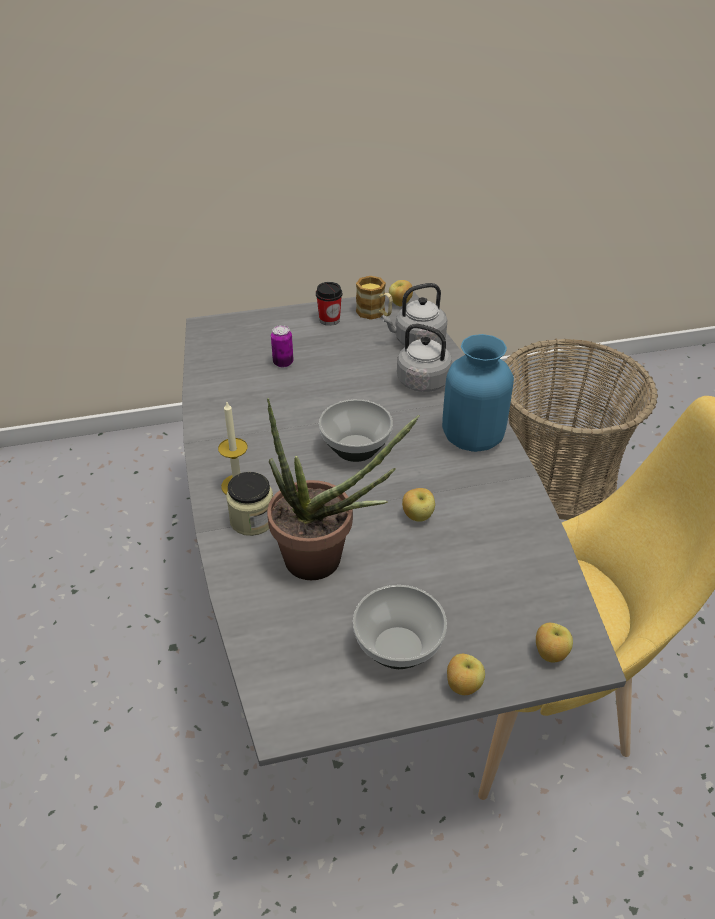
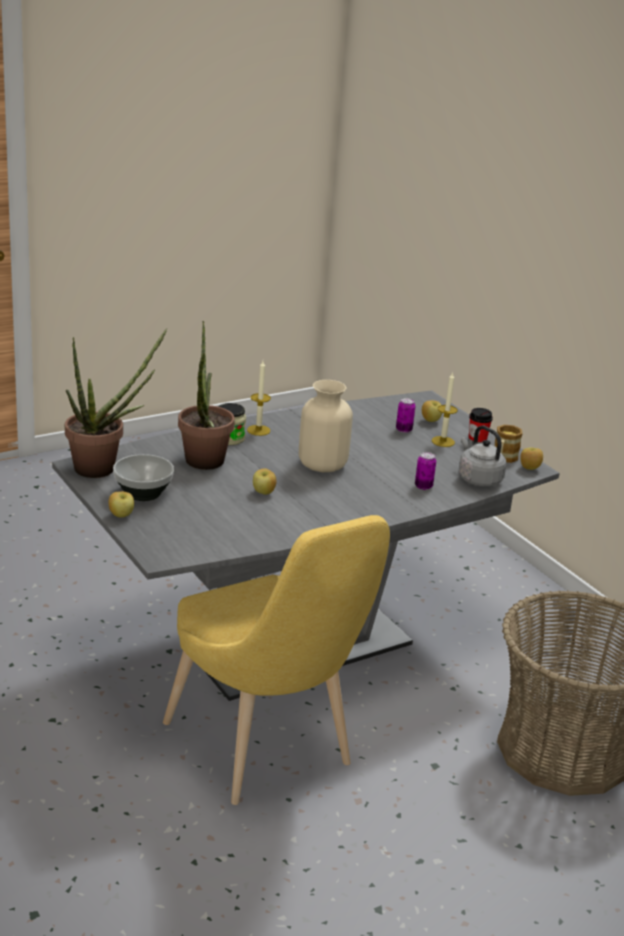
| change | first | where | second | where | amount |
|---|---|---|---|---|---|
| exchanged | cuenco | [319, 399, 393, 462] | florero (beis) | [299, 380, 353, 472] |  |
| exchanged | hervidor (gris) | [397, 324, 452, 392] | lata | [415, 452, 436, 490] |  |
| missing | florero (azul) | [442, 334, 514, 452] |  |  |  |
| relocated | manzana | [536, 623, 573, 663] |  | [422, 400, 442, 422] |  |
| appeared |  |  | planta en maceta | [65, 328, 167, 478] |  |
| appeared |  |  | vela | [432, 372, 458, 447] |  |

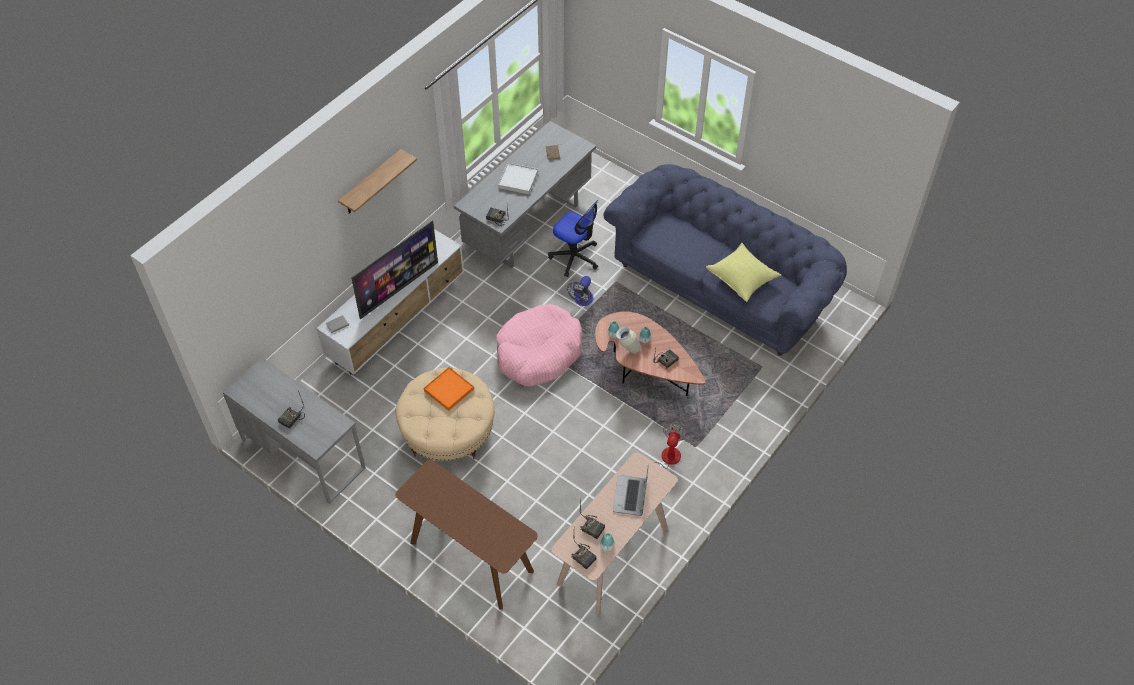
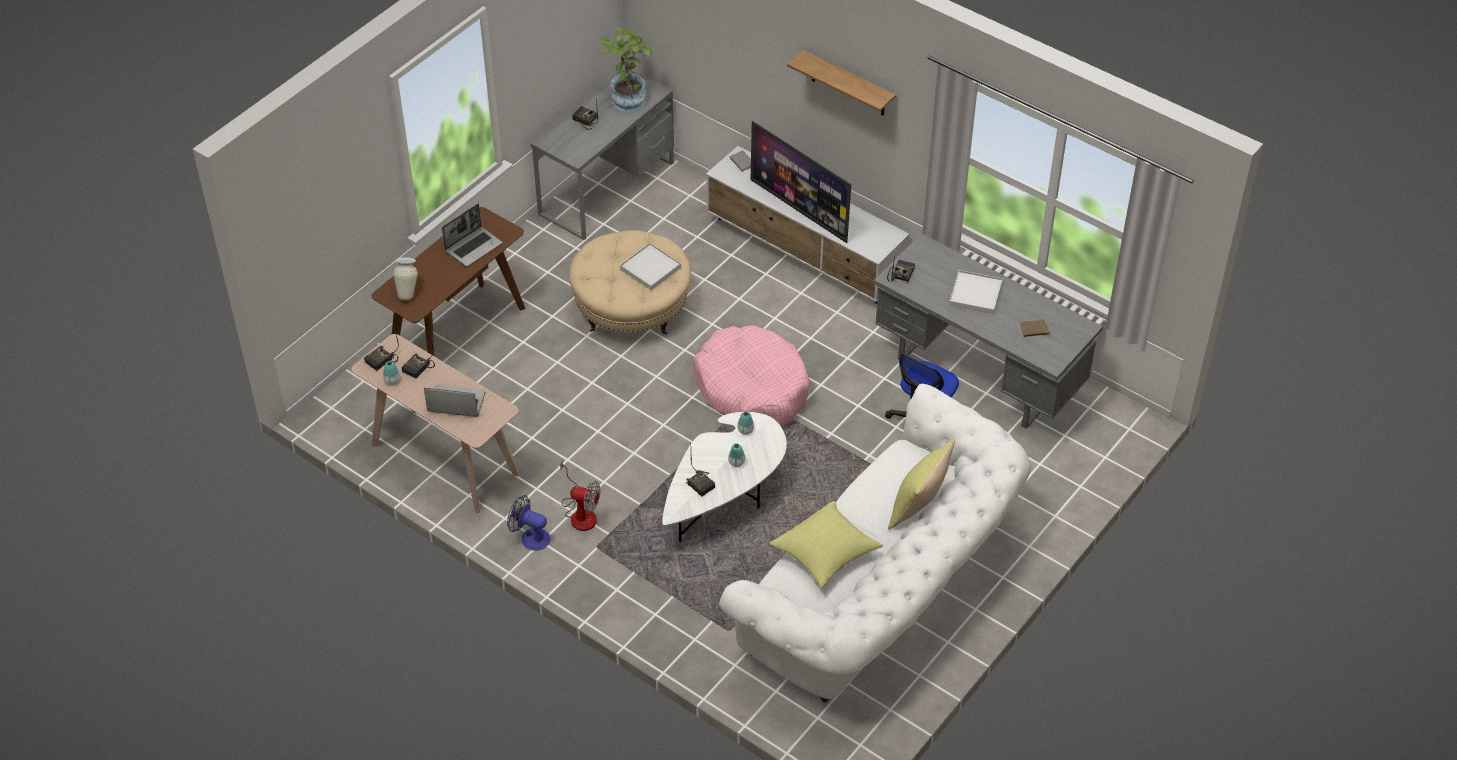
| change | first | where | second | where | amount |
|---|---|---|---|---|---|
| colour | bandeja (naranja) | [424, 367, 474, 411] | bandeja (blanco) | [620, 243, 681, 290] |  |
| relocated | ventilador | [567, 276, 594, 306] |  | [507, 495, 550, 550] |  |
| colour | mesa de centro (marrón) | [595, 311, 706, 396] | mesa de centro (blanco) | [662, 412, 787, 542] |  |
| colour | sofá (azul) | [604, 164, 847, 356] | sofá (blanco) | [719, 384, 1031, 703] |  |
| relocated | florero | [616, 326, 641, 354] |  | [393, 258, 418, 300] |  |
| appeared |  |  | portátil | [442, 204, 503, 267] |  |
| appeared |  |  | planta en maceta | [599, 27, 652, 112] |  |
| appeared |  |  | cojín (amarillo) | [888, 439, 955, 530] |  |

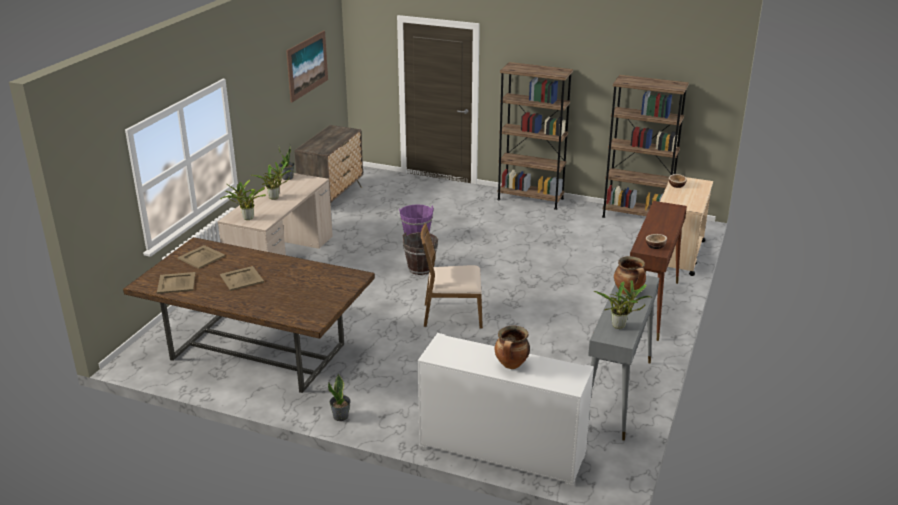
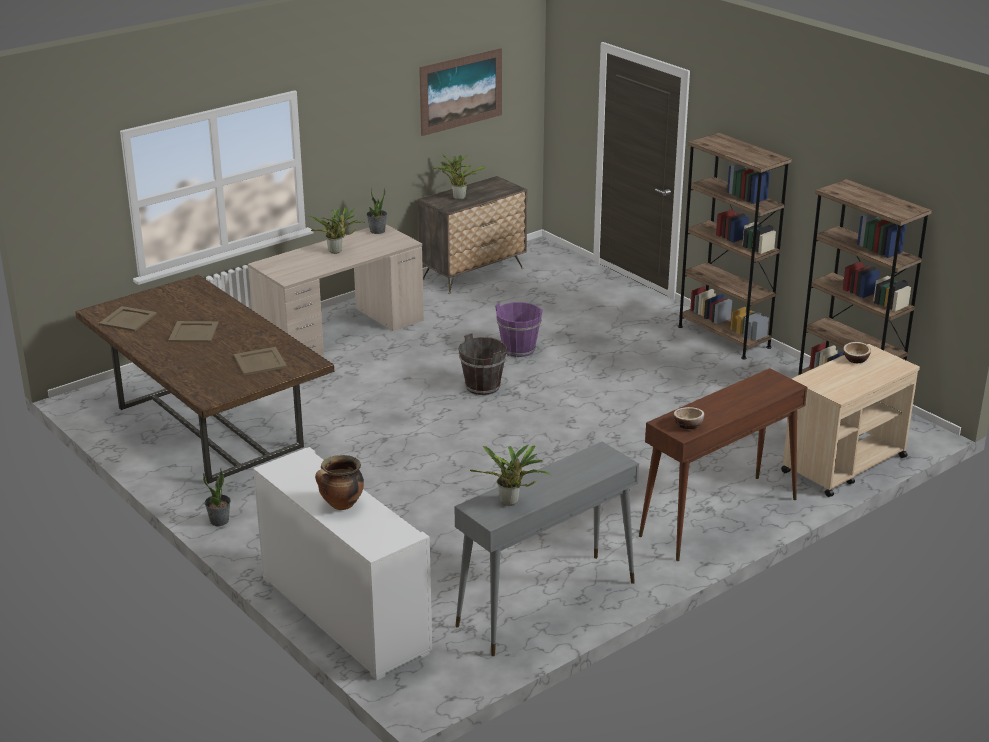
| change | first | where | second | where | amount |
|---|---|---|---|---|---|
| relocated | bandeja (beis) | [178, 245, 225, 269] |  | [234, 347, 287, 375] |  |
| relocated | planta en maceta | [220, 180, 266, 220] |  | [432, 153, 485, 200] |  |
| missing | silla (marrón) | [421, 223, 483, 328] |  |  |  |
| missing | olla | [614, 256, 646, 295] |  |  |  |

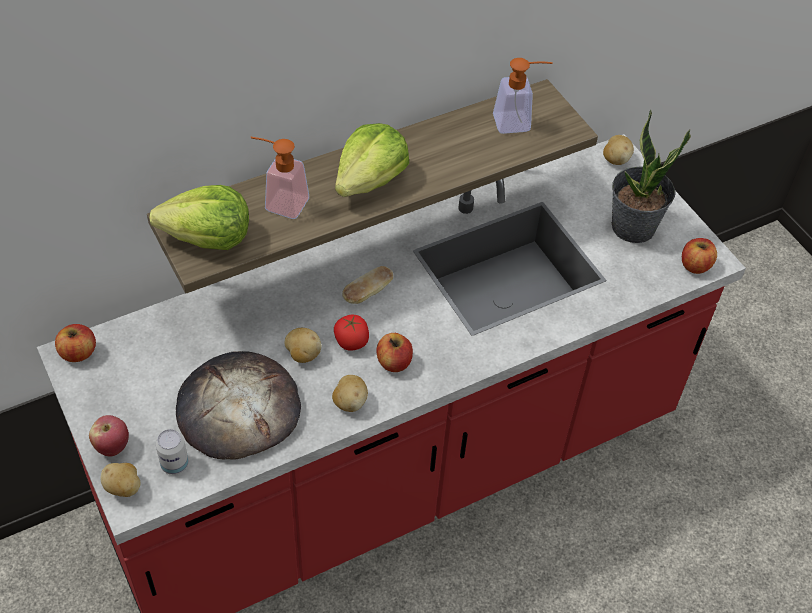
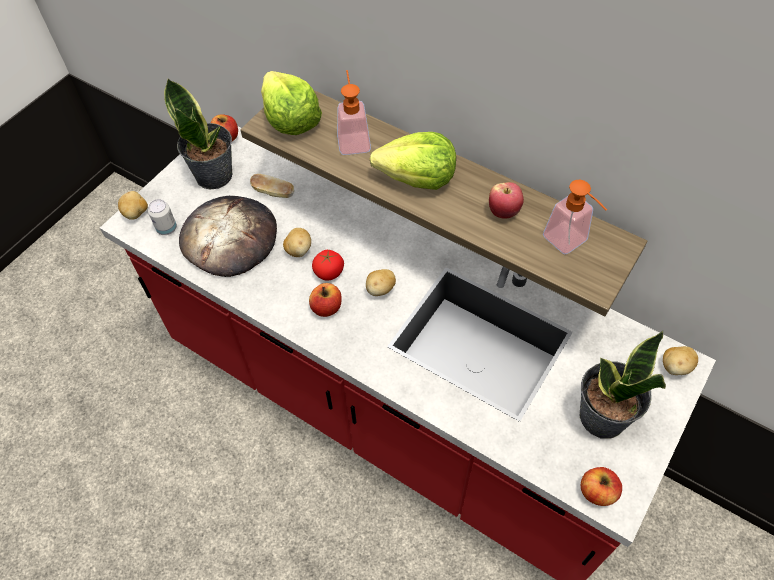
| change | first | where | second | where | amount |
|---|---|---|---|---|---|
| relocated | manzana | [89, 415, 129, 456] |  | [489, 182, 524, 219] |  |
| relocated | patata | [332, 375, 368, 412] |  | [366, 269, 396, 296] |  |
| relocated | pan | [342, 266, 394, 304] |  | [250, 174, 294, 198] |  |
| appeared |  |  | planta en maceta | [164, 78, 233, 189] |  |

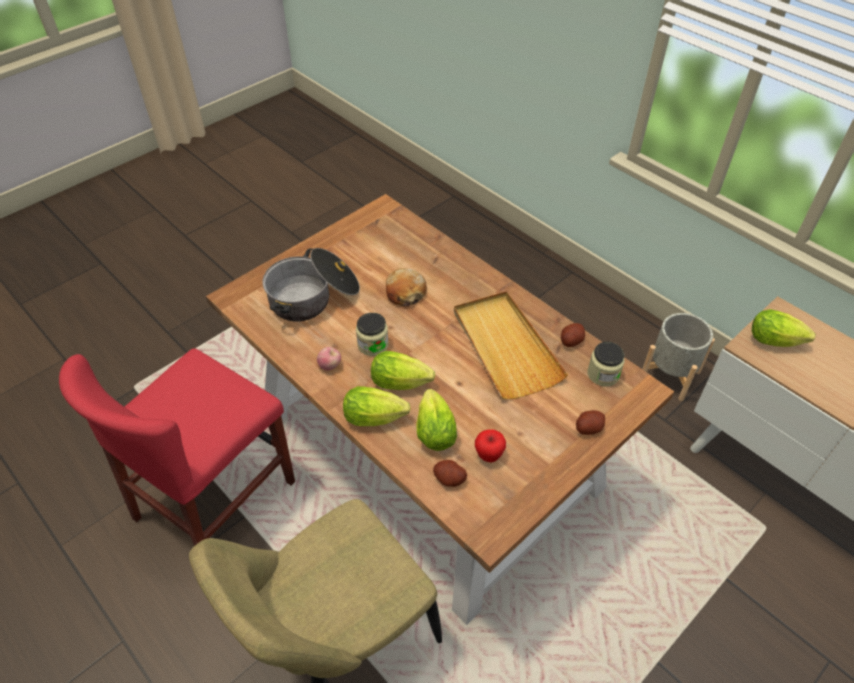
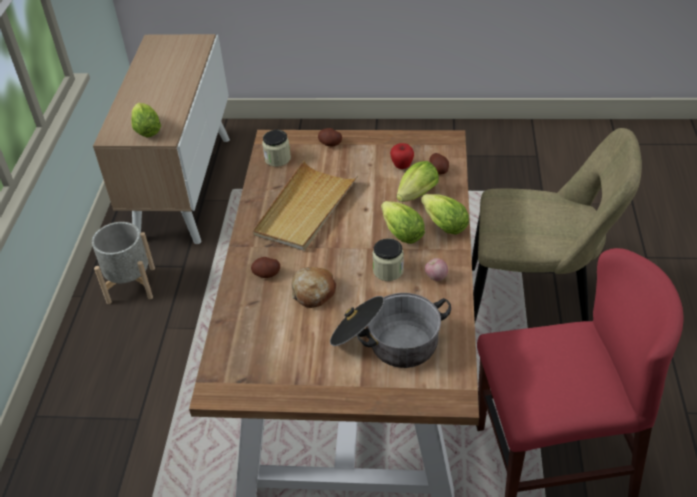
| change | first | where | second | where | amount |
|---|---|---|---|---|---|
| relocated | patata | [561, 323, 585, 347] |  | [251, 257, 280, 278] |  |

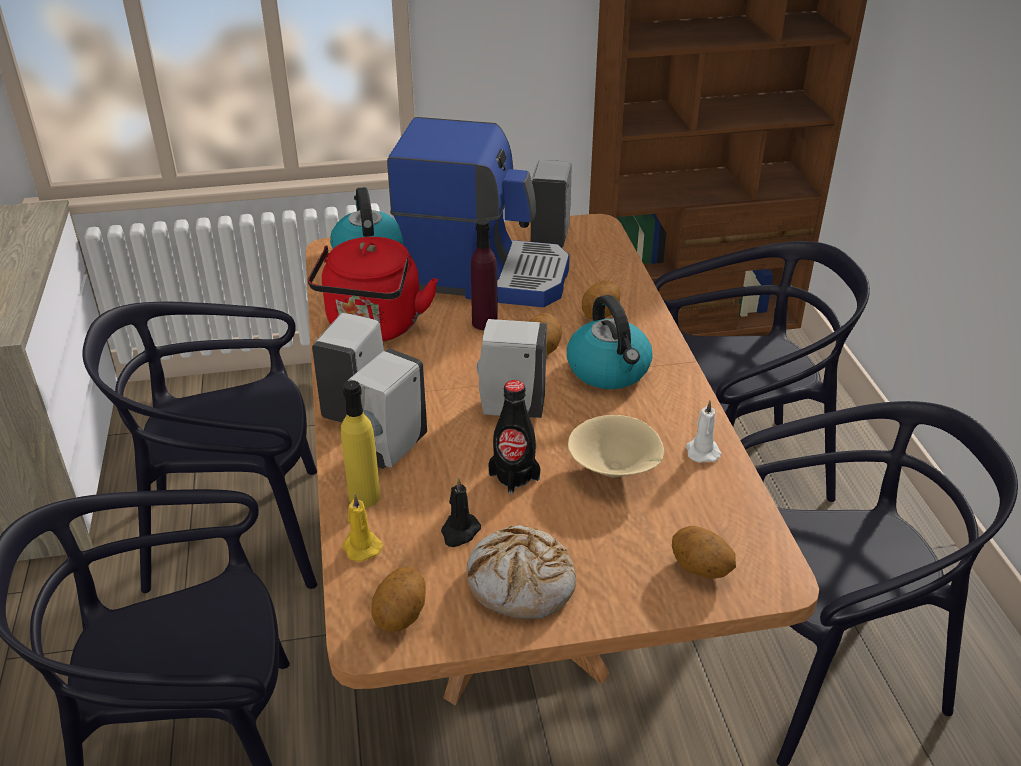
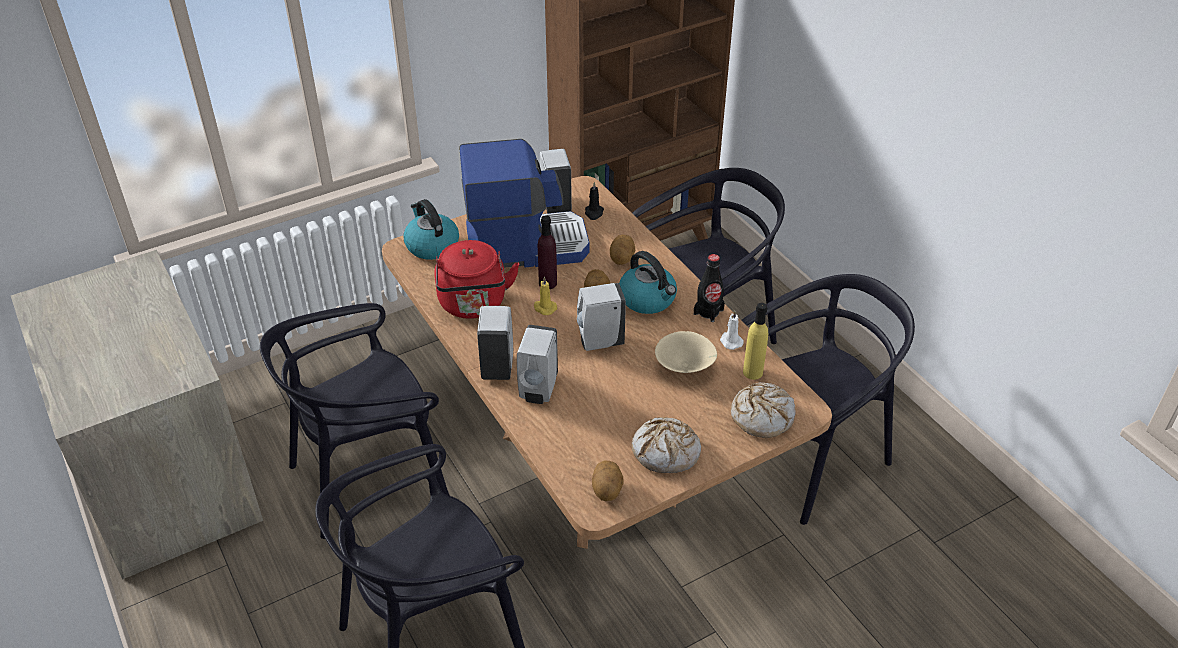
| change | first | where | second | where | amount |
|---|---|---|---|---|---|
| relocated | botella (amarillo) | [341, 380, 380, 508] |  | [743, 303, 768, 380] |  |
| relocated | vela (amarillo) | [342, 494, 382, 562] |  | [534, 277, 557, 315] |  |
| relocated | vela (negro) | [441, 477, 481, 547] |  | [585, 182, 604, 220] |  |
| relocated | botella (negro) | [488, 380, 540, 494] |  | [694, 254, 725, 322] |  |
| exchanged | patata | [672, 526, 736, 579] | pan | [731, 383, 796, 438] |  |

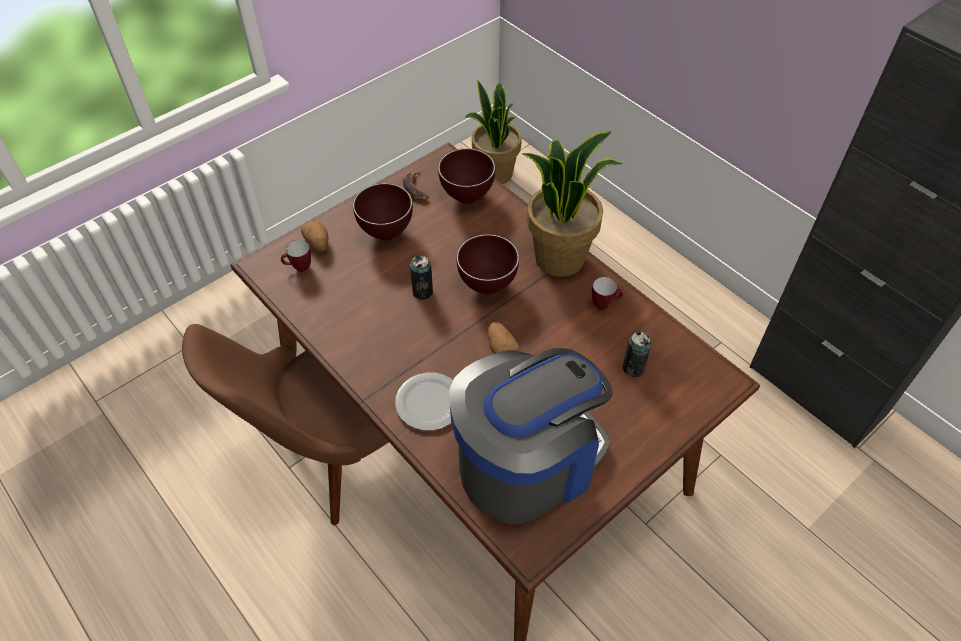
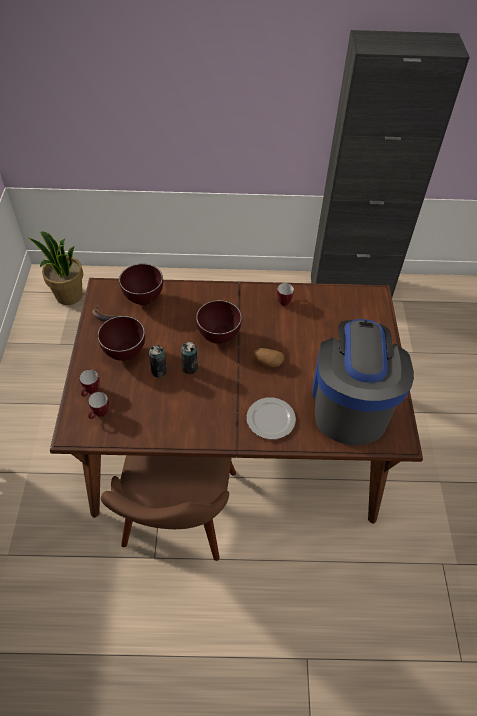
| change | first | where | second | where | amount |
|---|---|---|---|---|---|
| exchanged | patata | [301, 221, 328, 252] | taza grande | [79, 369, 99, 397] |  |
| missing | planta en maceta | [521, 131, 622, 277] |  |  |  |
| relocated | lata | [623, 331, 652, 377] |  | [149, 345, 167, 378] |  |

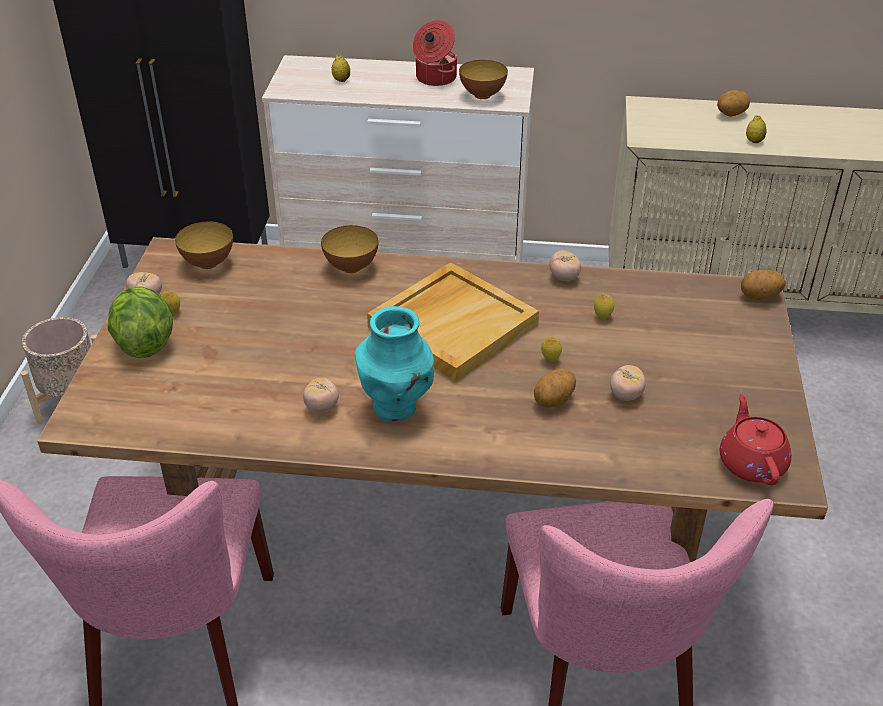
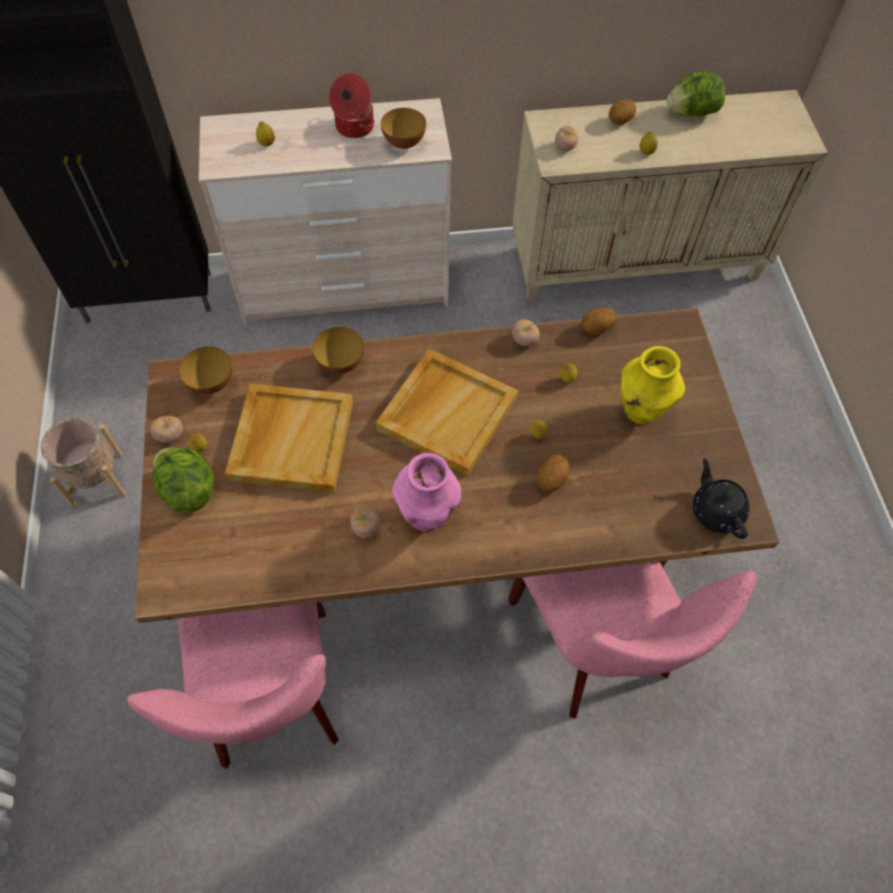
| change | first | where | second | where | amount |
|---|---|---|---|---|---|
| colour | florero (turquesa) | [355, 306, 434, 422] | florero (rosa) | [392, 453, 462, 532] |  |
| relocated | tomate | [610, 365, 646, 401] |  | [555, 126, 578, 151] |  |
| colour | tetera (rojo) | [720, 394, 791, 485] | tetera (negro) | [693, 458, 750, 539] |  |
| relocated | patata | [741, 270, 786, 300] |  | [581, 308, 617, 335] |  |
| appeared |  |  | bandeja (beis) | [225, 384, 353, 493] |  |
| appeared |  |  | florero (amarillo) | [621, 346, 685, 424] |  |
| appeared |  |  | lechuga | [666, 71, 725, 117] |  |

